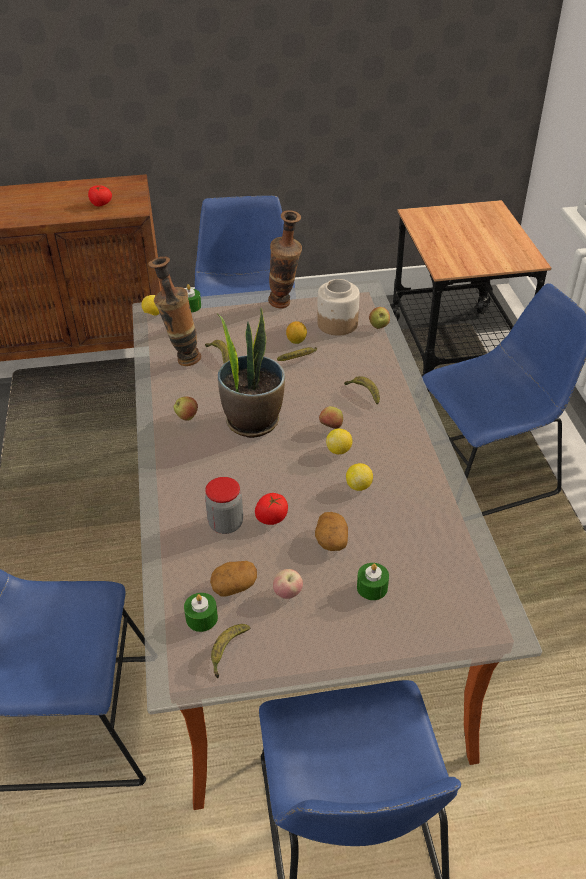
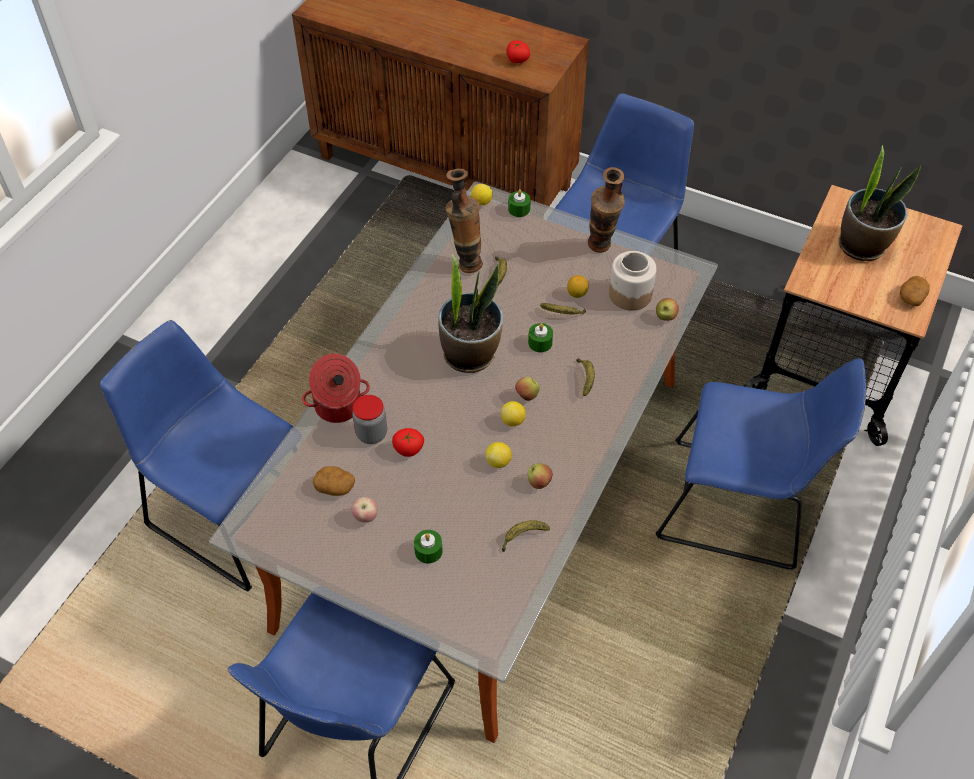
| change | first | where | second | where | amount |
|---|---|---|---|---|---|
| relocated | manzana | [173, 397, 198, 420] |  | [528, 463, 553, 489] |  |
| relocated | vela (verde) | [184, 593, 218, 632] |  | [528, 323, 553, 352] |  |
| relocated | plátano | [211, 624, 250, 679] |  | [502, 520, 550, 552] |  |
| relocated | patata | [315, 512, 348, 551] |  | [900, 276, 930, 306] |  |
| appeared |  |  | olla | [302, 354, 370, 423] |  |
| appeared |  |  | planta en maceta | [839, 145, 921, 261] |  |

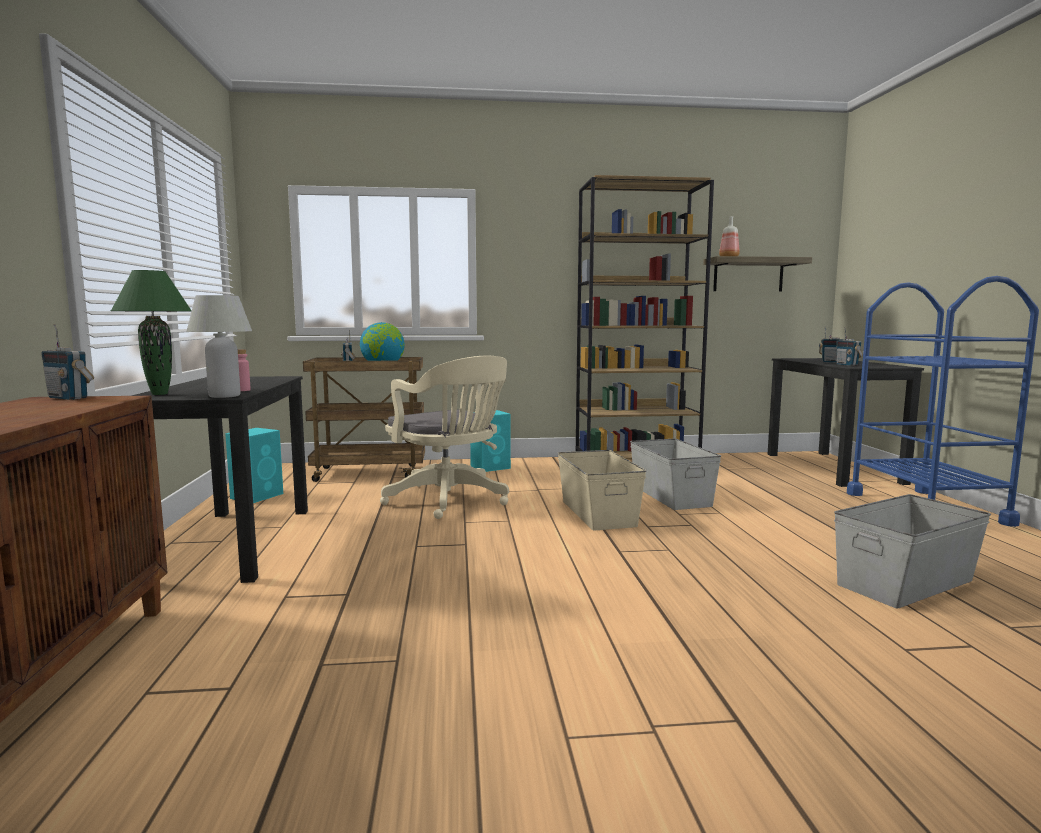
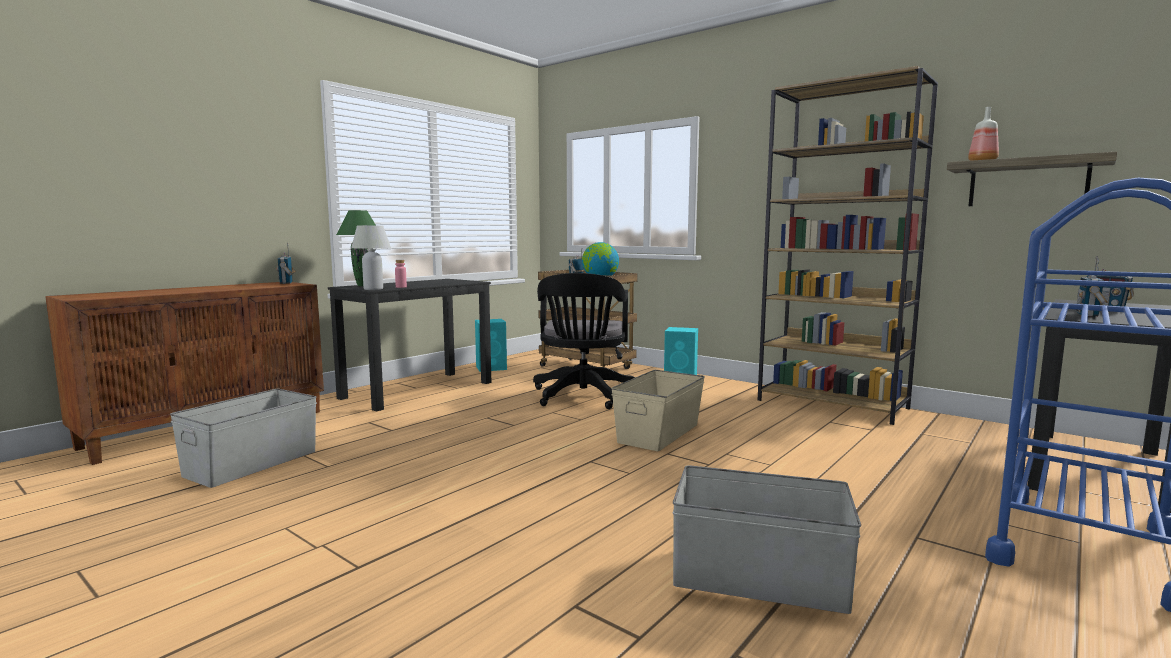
| change | first | where | second | where | amount |
|---|---|---|---|---|---|
| colour | silla de oficina (beis) | [380, 356, 509, 519] | silla de oficina (negro) | [533, 273, 635, 409] |  |
| relocated | caja de almacenaje (gris) | [630, 439, 721, 510] |  | [170, 389, 317, 488] |  |

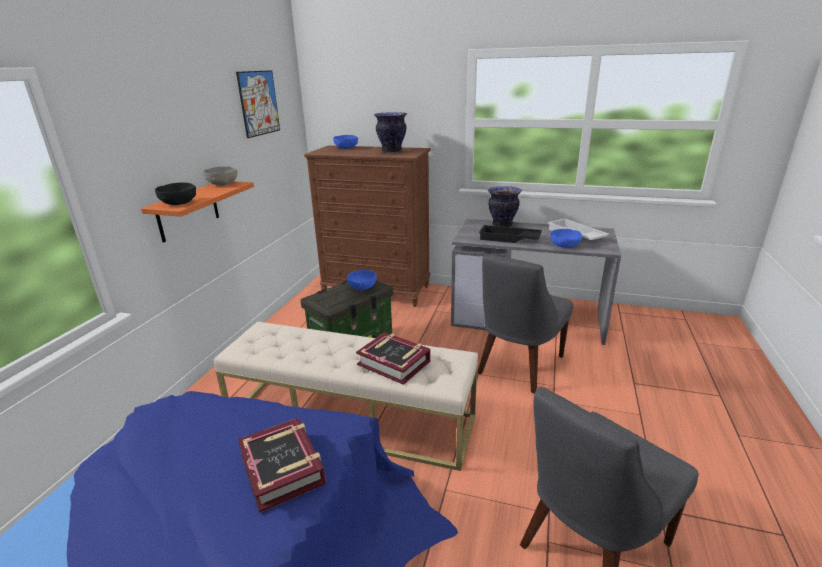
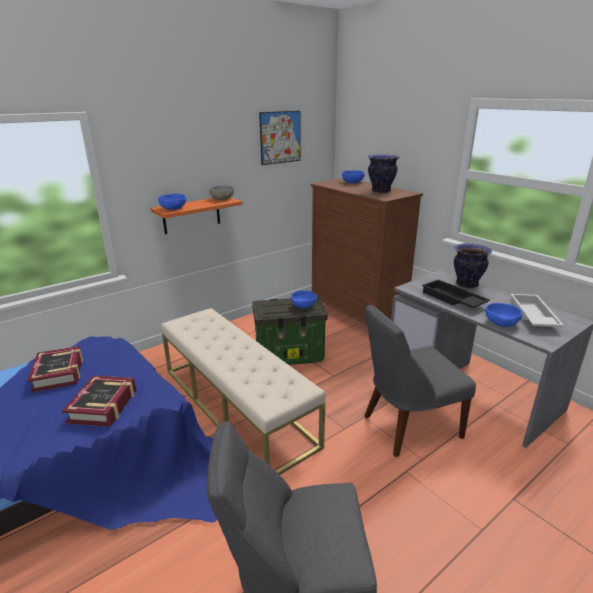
| change | first | where | second | where | amount |
|---|---|---|---|---|---|
| colour | cuenco (negro) | [155, 182, 196, 205] | cuenco (azul) | [158, 194, 187, 210] |  |
| relocated | libro | [356, 332, 431, 385] |  | [28, 346, 83, 392] |  |

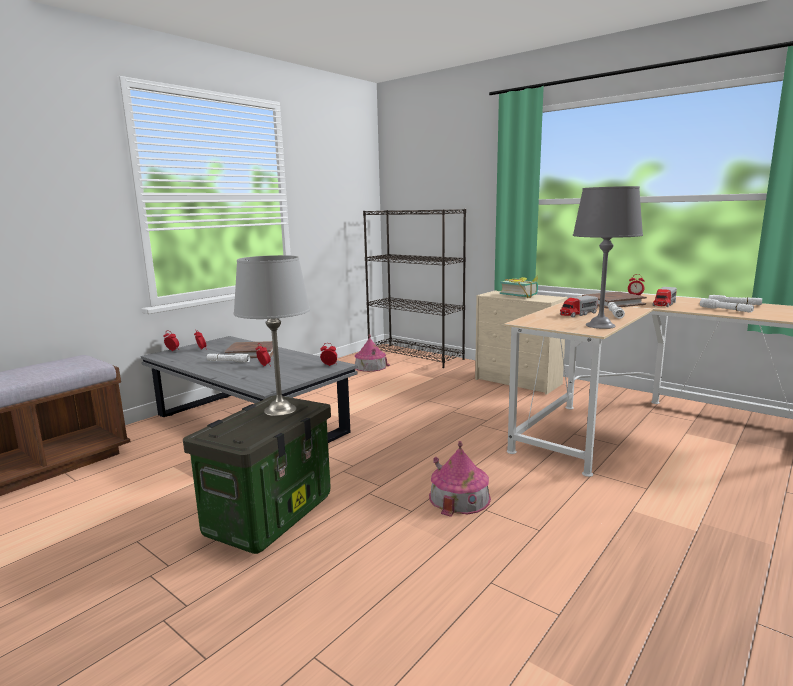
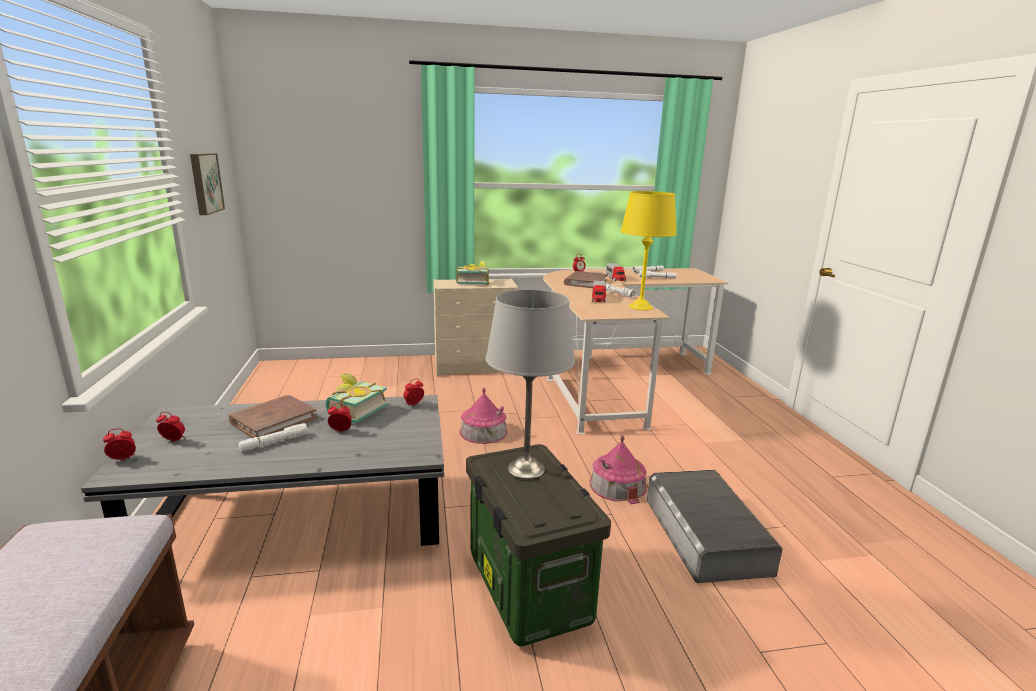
| change | first | where | second | where | amount |
|---|---|---|---|---|---|
| relocated | casita | [355, 334, 390, 372] |  | [460, 388, 508, 444] |  |
| missing | estantería (negro) | [363, 209, 466, 368] |  |  |  |
| colour | lámpara de mesa (gris) | [573, 186, 643, 329] | lámpara de mesa (amarillo) | [621, 191, 677, 310] |  |
| appeared |  |  | cuadro | [190, 153, 225, 215] |  |
| appeared |  |  | libro | [326, 374, 388, 423] |  |
| appeared |  |  | caja de almacenaje (gris) | [647, 470, 783, 583] |  |

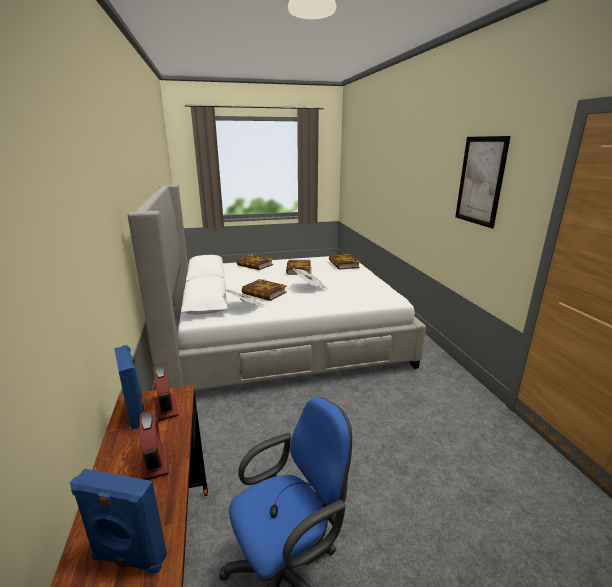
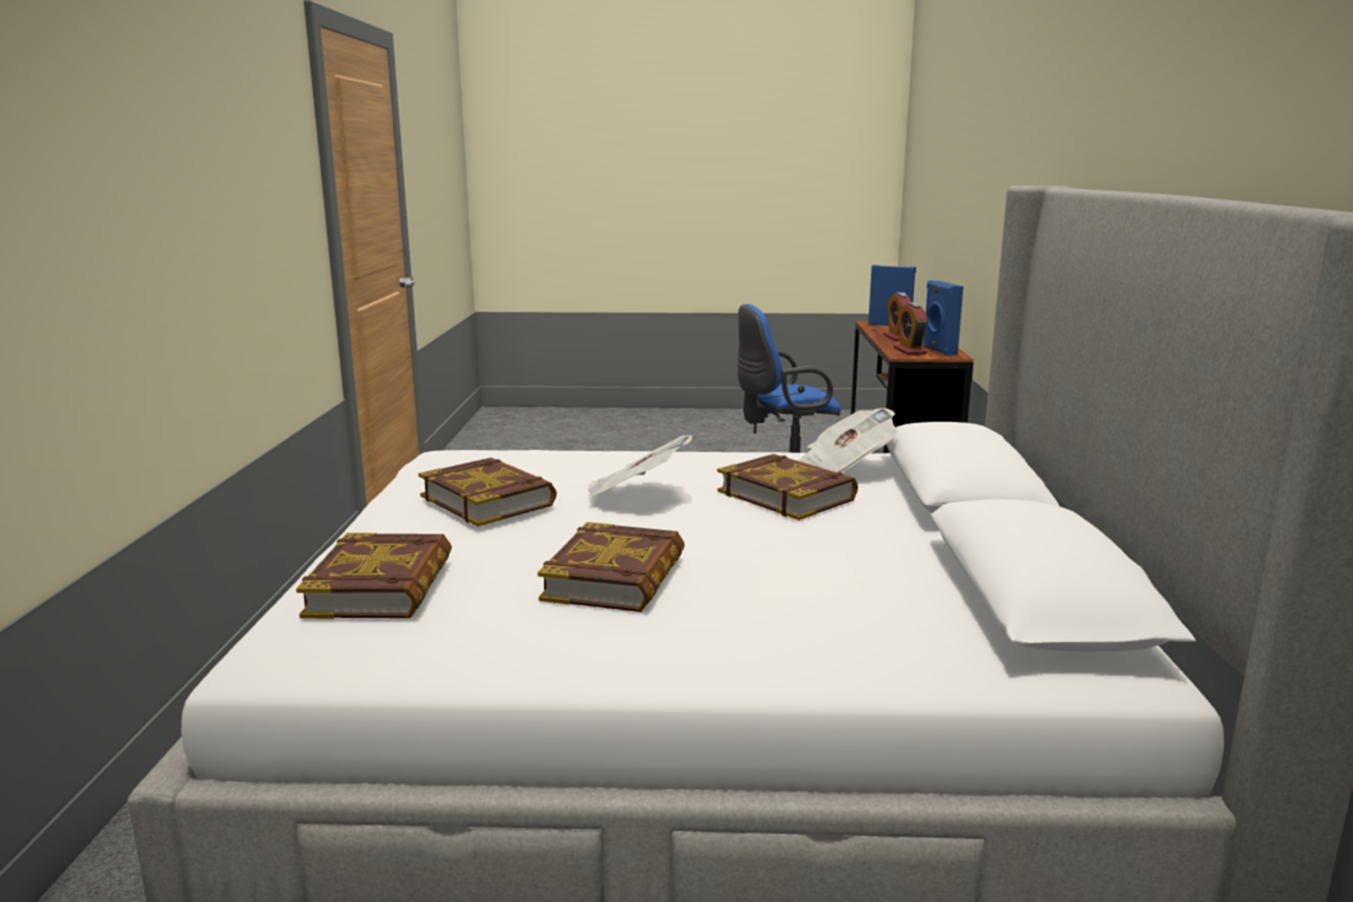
| change | first | where | second | where | amount |
|---|---|---|---|---|---|
| relocated | libro | [237, 254, 273, 270] |  | [418, 458, 557, 526] |  |
| missing | cuadro | [455, 136, 511, 228] |  |  |  |

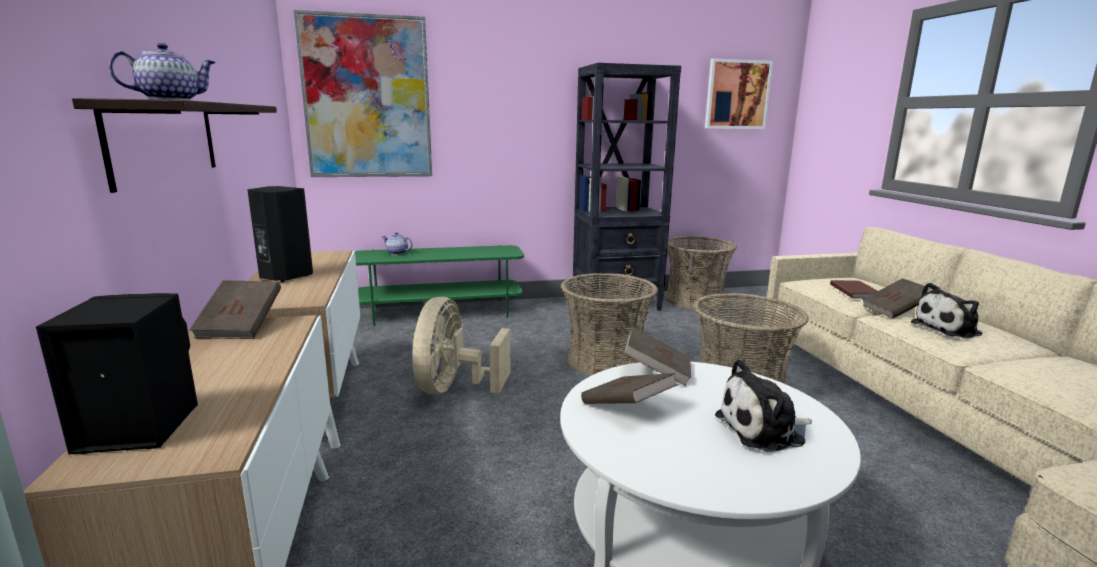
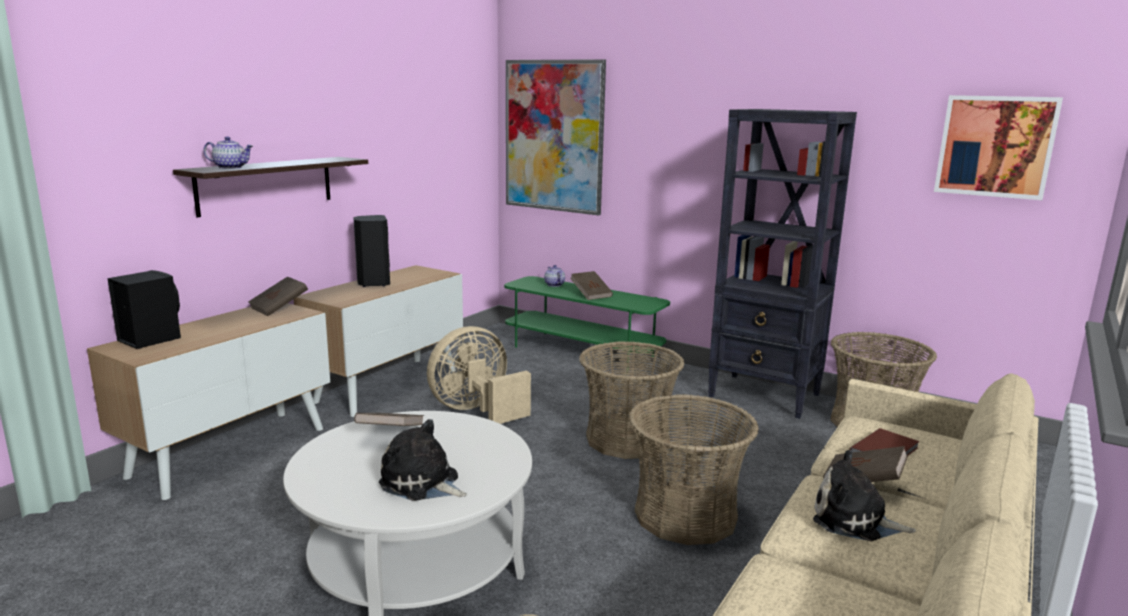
| change | first | where | second | where | amount |
|---|---|---|---|---|---|
| relocated | libro (marrón) | [623, 327, 691, 386] |  | [570, 271, 613, 300] |  |

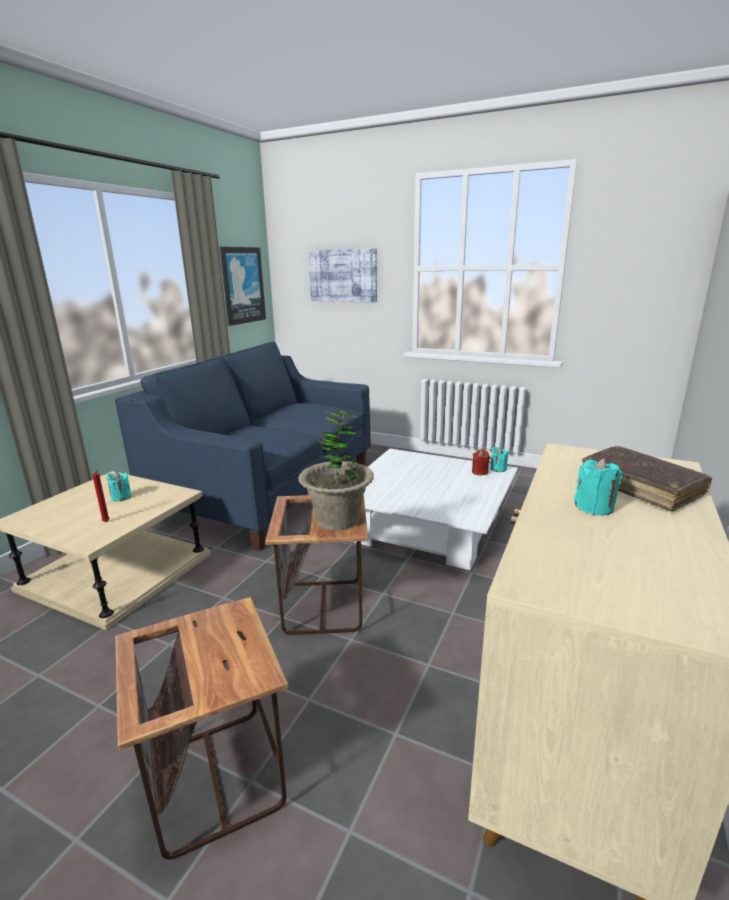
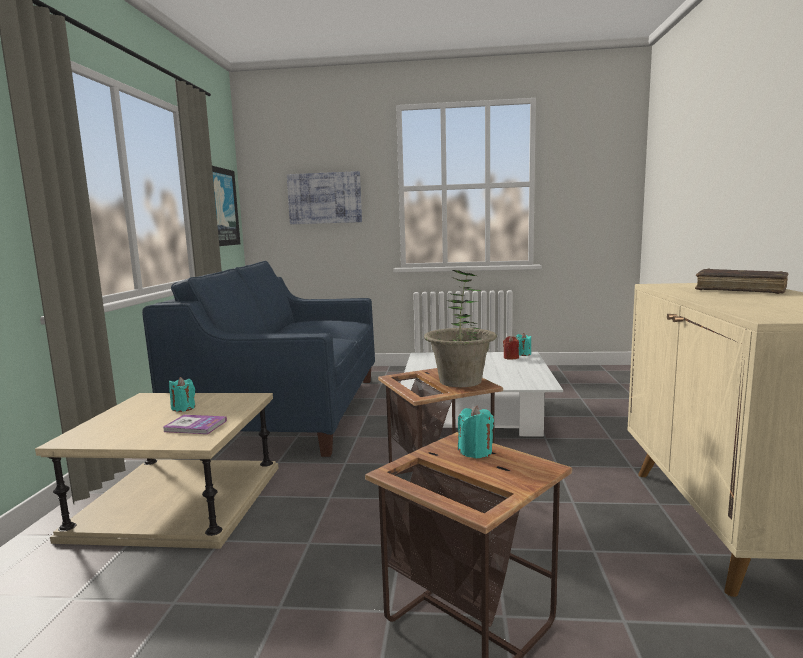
| change | first | where | second | where | amount |
|---|---|---|---|---|---|
| exchanged | vela (rojo) | [92, 469, 110, 522] | libro | [163, 415, 227, 434] |  |
| relocated | vela (turquesa) | [574, 458, 623, 515] |  | [458, 405, 494, 459] |  |

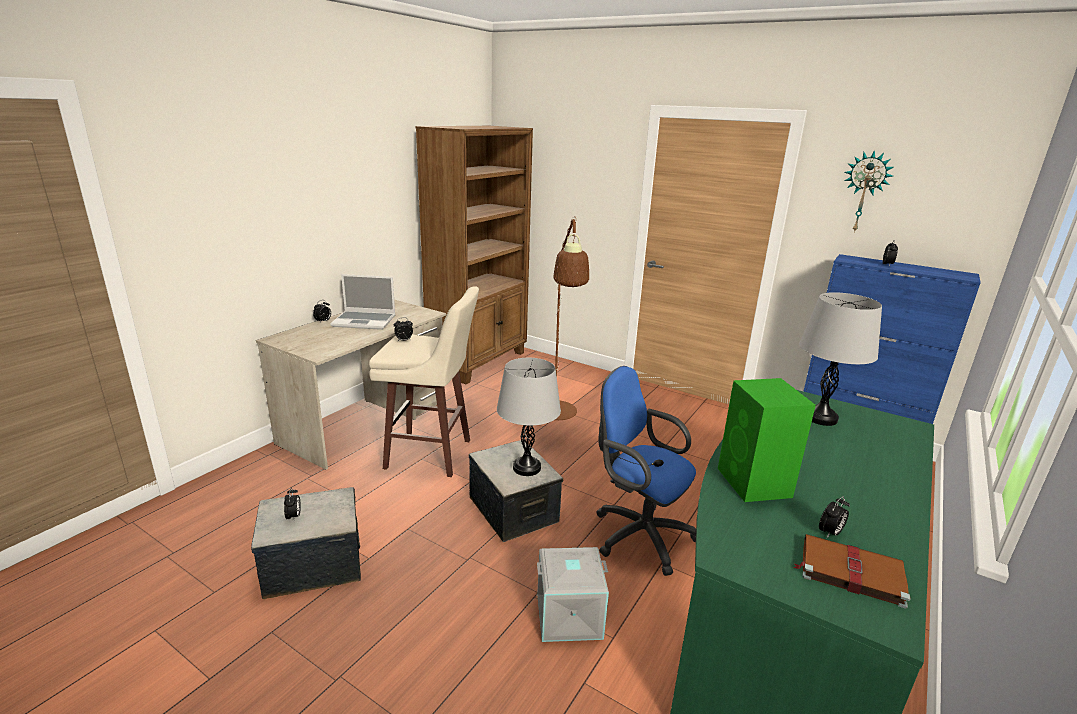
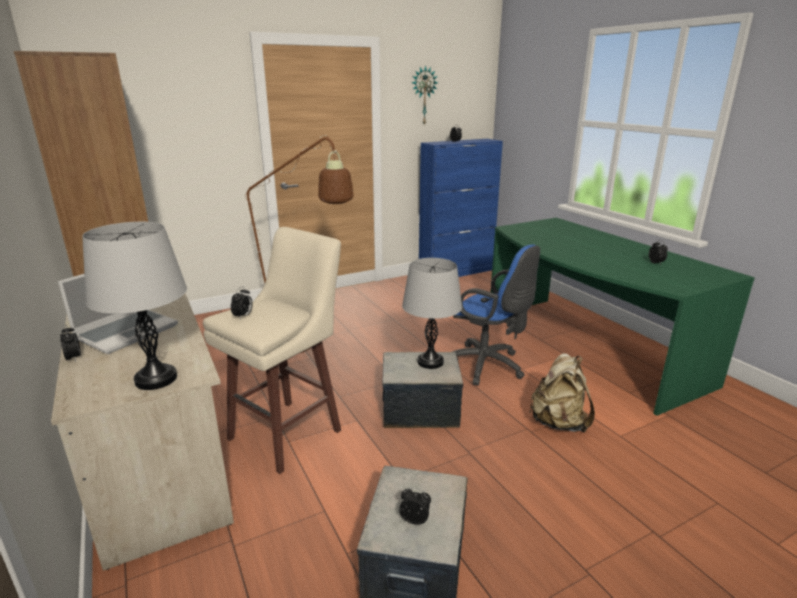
| change | first | where | second | where | amount |
|---|---|---|---|---|---|
| exchanged | caja de almacenaje (gris) | [537, 547, 609, 642] | mochila (beis) | [530, 353, 595, 433] |  |
| spun | silla de oficina (azul) | [596, 366, 696, 576] |  | [452, 245, 540, 386] | 120 degrees counterclockwise |
| missing | altavoz (verde) | [718, 378, 816, 502] |  |  |  |
| missing | libro (marrón) | [793, 534, 911, 609] |  |  |  |
| relocated | lámpara de mesa (gris) | [799, 292, 882, 426] |  | [82, 222, 187, 390] |  |

